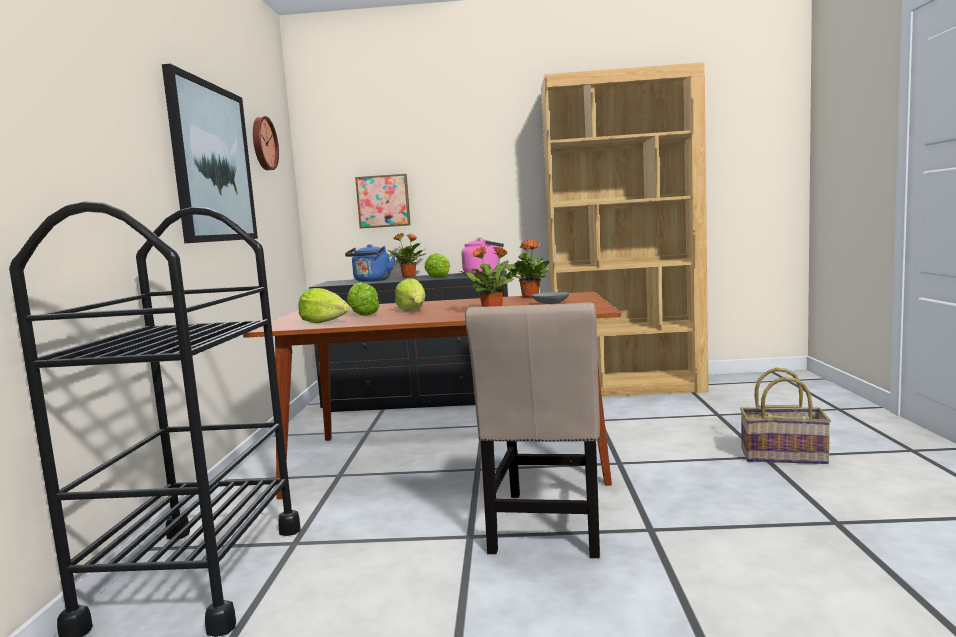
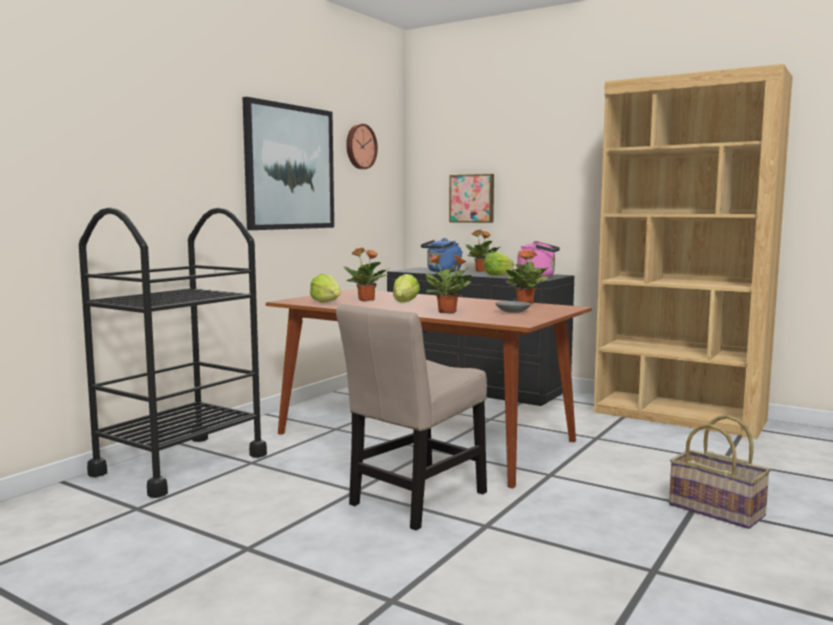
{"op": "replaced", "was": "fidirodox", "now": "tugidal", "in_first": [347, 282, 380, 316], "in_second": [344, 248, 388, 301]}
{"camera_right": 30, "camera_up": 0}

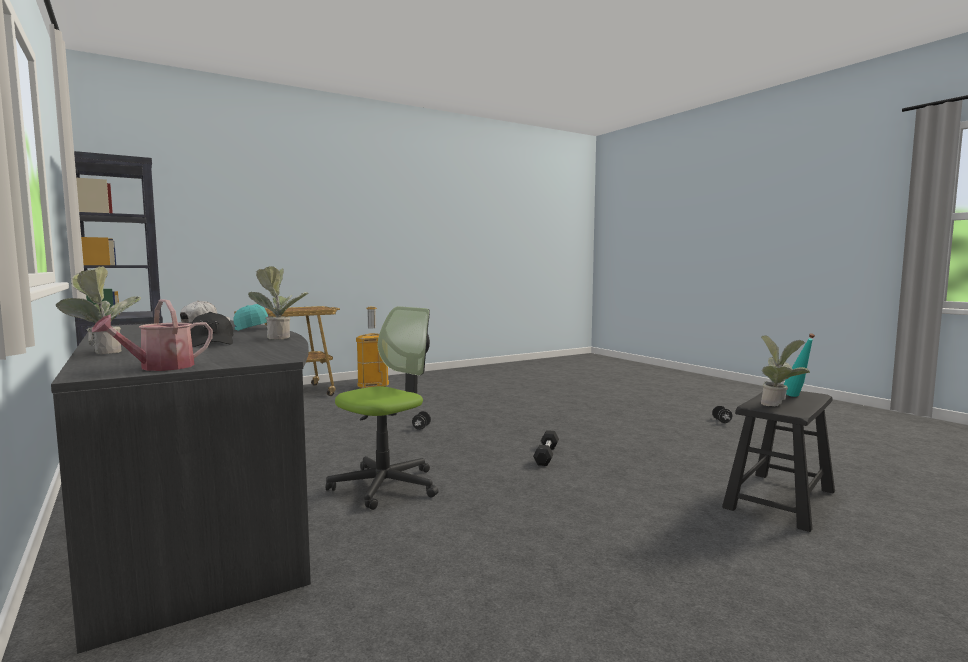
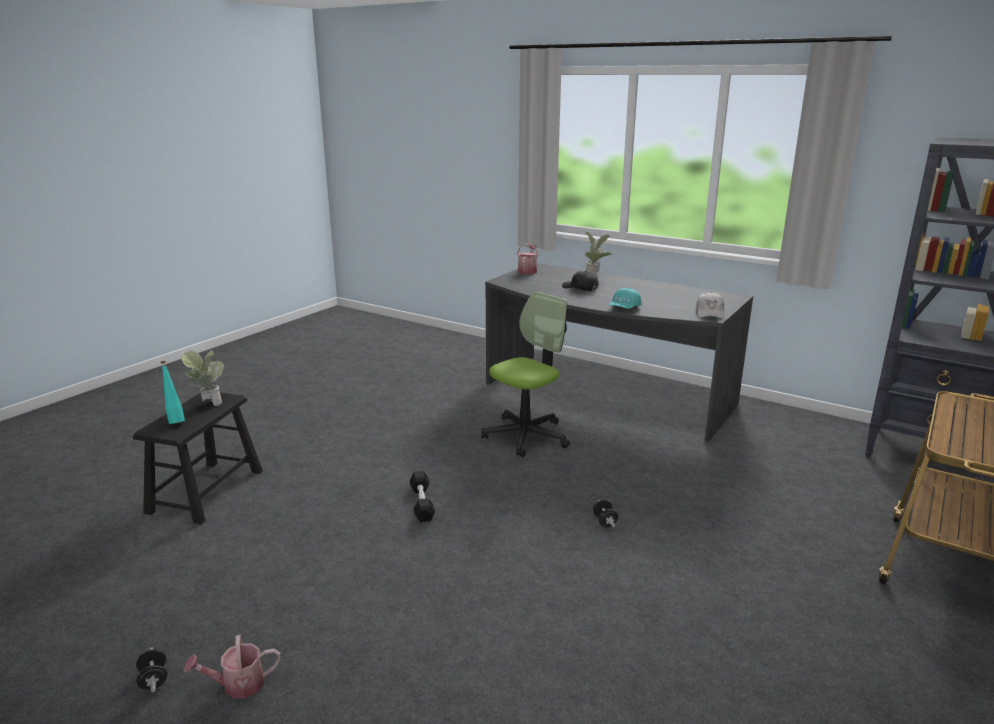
{"op": "removed", "was": "tugidal", "in_first": [248, 266, 308, 340]}
{"op": "removed", "was": "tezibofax", "in_first": [356, 307, 389, 388]}
{"op": "added", "now": "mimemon", "in_second": [184, 635, 281, 698]}
{"op": "turned", "was": "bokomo", "in_first": [326, 306, 439, 510], "in_second": [481, 292, 570, 457], "clockwise": -150}
{"camera_right": 155, "camera_up": 15}

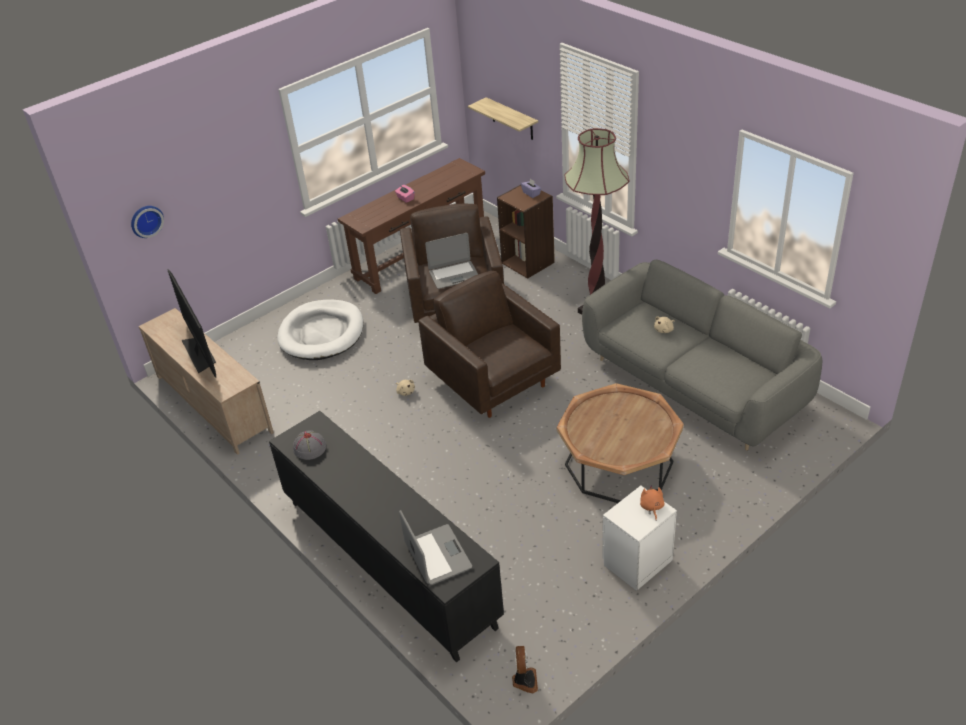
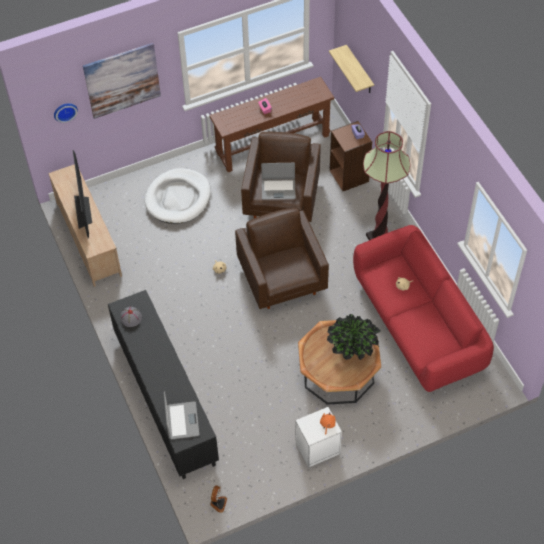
{"op": "added", "now": "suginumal", "in_second": [83, 43, 161, 119]}
{"op": "added", "now": "tugidal", "in_second": [327, 314, 381, 360]}
{"op": "recoloured", "was": "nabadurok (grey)", "now": "nabadurok (red)", "in_first": [582, 260, 822, 450], "in_second": [353, 225, 494, 392]}
{"camera_right": 15, "camera_up": 15}

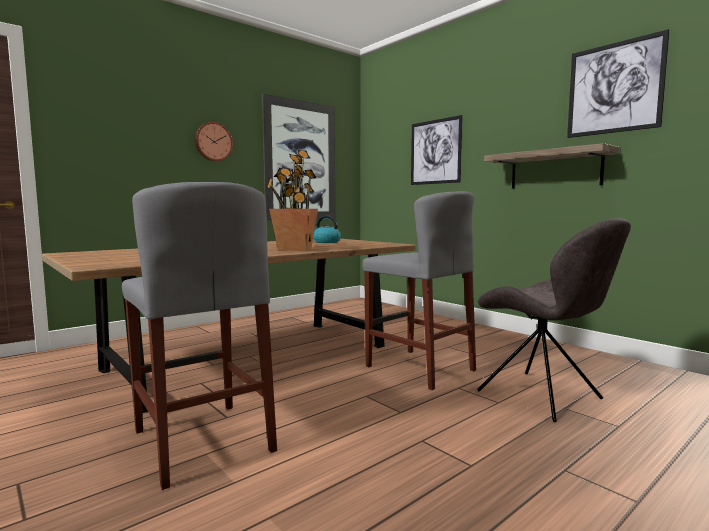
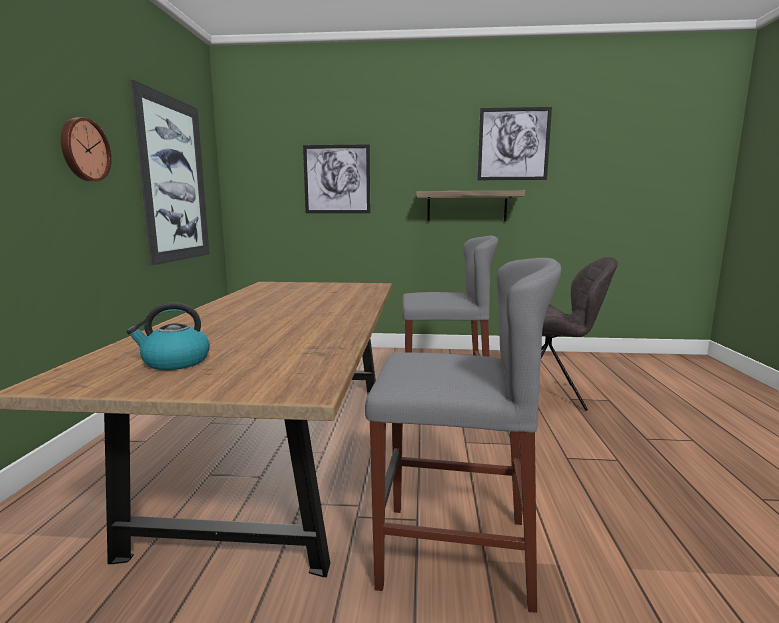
{"op": "removed", "was": "tugidal", "in_first": [267, 150, 318, 251]}
{"op": "moved", "was": "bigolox", "in_first": [313, 216, 341, 243], "in_second": [126, 302, 210, 370]}
{"camera_right": -45, "camera_up": 5}

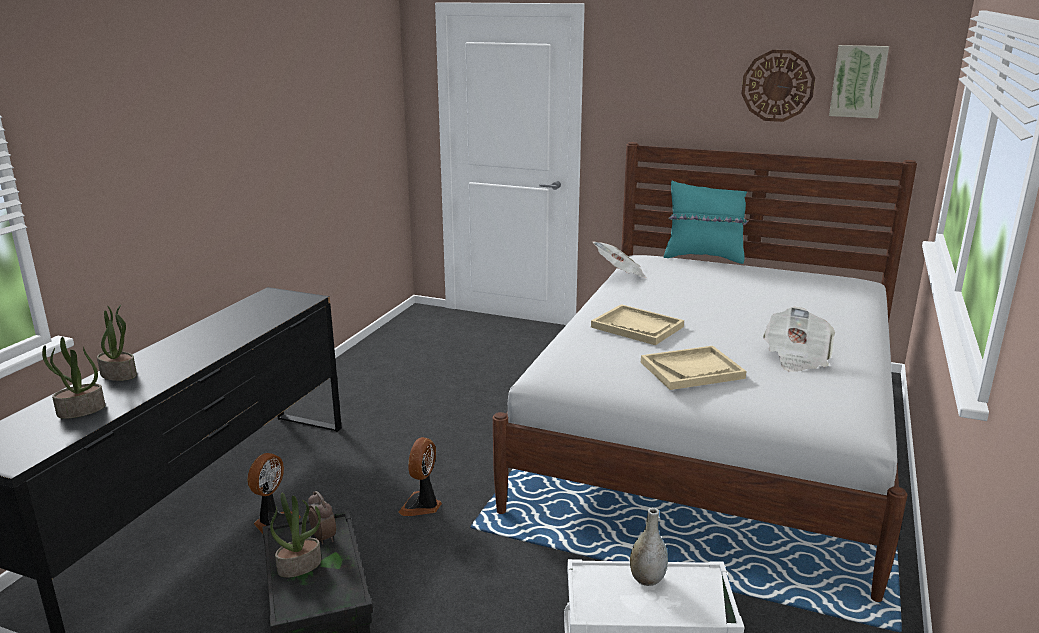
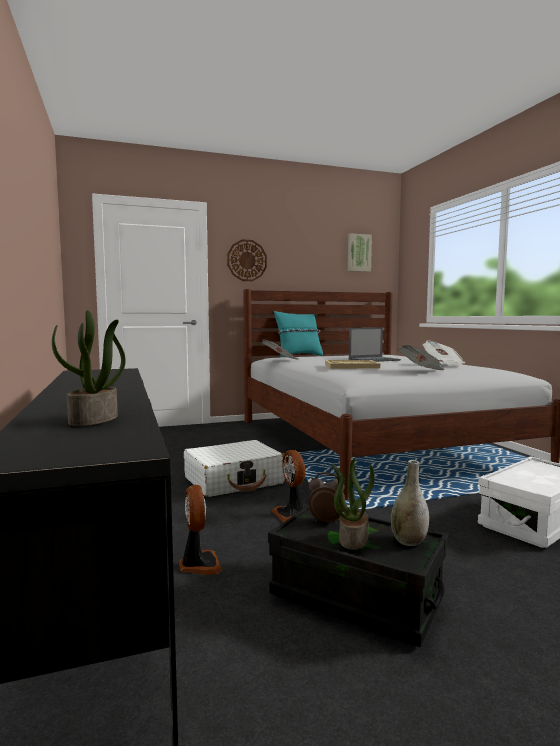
{"op": "removed", "was": "tugidal", "in_first": [97, 305, 137, 381]}
{"op": "added", "now": "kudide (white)", "in_second": [184, 440, 285, 497]}
{"op": "added", "now": "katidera", "in_second": [349, 328, 401, 362]}
{"op": "moved", "was": "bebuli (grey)", "in_first": [630, 508, 668, 586], "in_second": [391, 460, 429, 546]}
{"op": "moved", "was": "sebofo", "in_first": [742, 50, 815, 122], "in_second": [227, 239, 267, 281]}
{"op": "replaced", "was": "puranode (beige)", "now": "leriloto", "in_first": [641, 346, 746, 390], "in_second": [397, 345, 444, 370]}
{"camera_right": -40, "camera_up": -15}

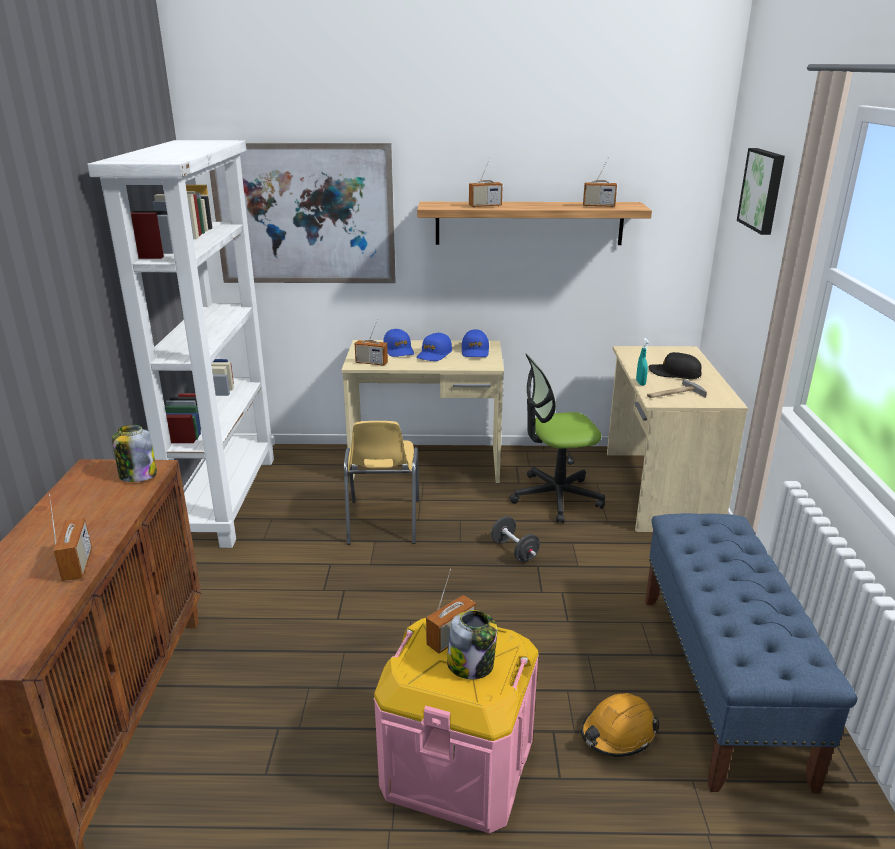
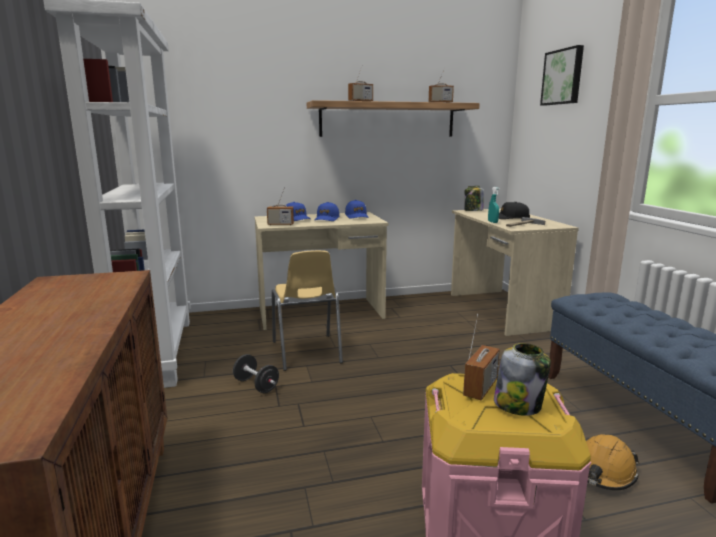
{"op": "removed", "was": "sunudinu", "in_first": [49, 494, 92, 581]}
{"op": "removed", "was": "suginumal", "in_first": [209, 143, 396, 283]}
{"op": "removed", "was": "bokomo", "in_first": [510, 353, 605, 523]}
{"op": "moved", "was": "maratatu", "in_first": [112, 425, 157, 482], "in_second": [464, 186, 484, 211]}
{"op": "moved", "was": "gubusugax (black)", "in_first": [491, 516, 540, 562], "in_second": [233, 354, 279, 393]}
{"camera_right": -15, "camera_up": -10}

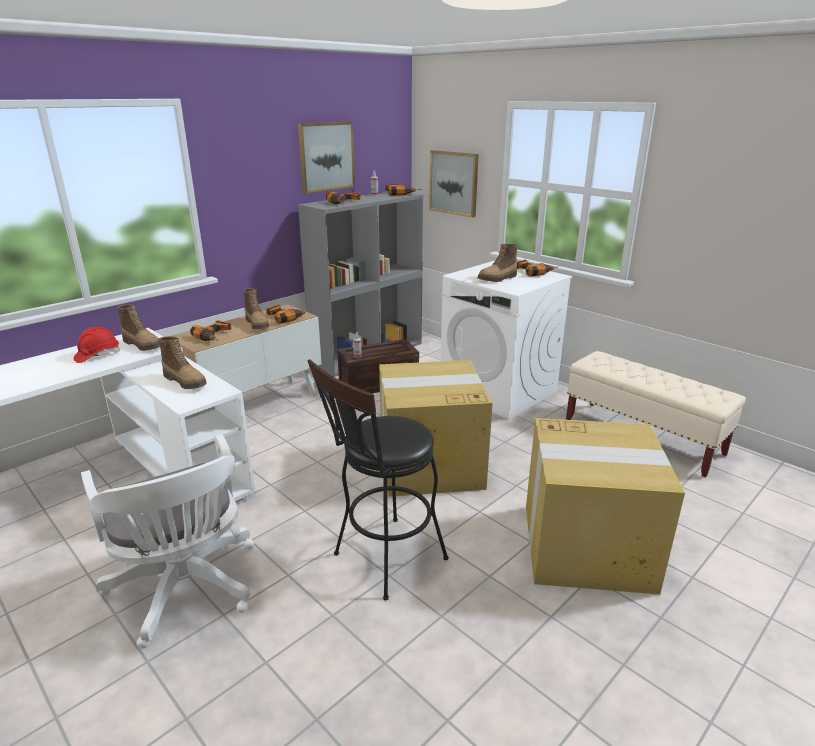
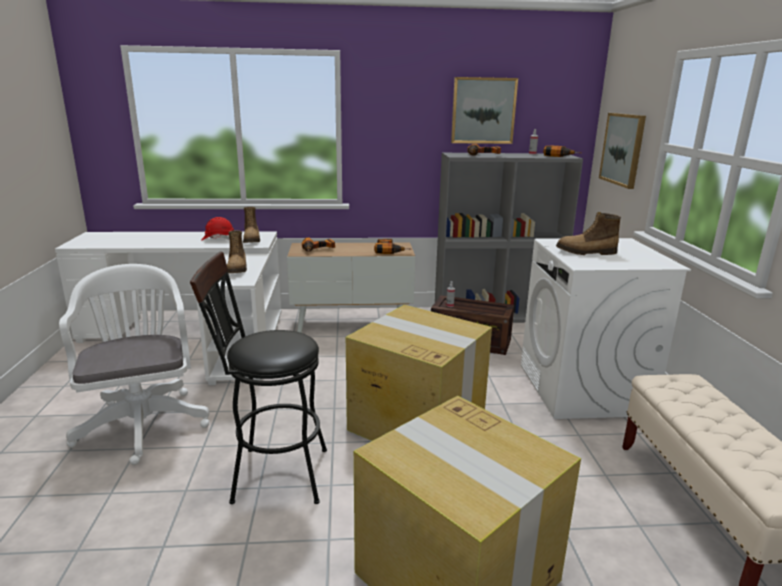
{"op": "removed", "was": "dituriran", "in_first": [243, 288, 269, 329]}
{"op": "removed", "was": "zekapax", "in_first": [517, 260, 559, 277]}
{"op": "turned", "was": "bokomo (white)", "in_first": [81, 434, 254, 649], "in_second": [59, 264, 210, 465], "clockwise": 150}
{"camera_right": 40, "camera_up": -5}

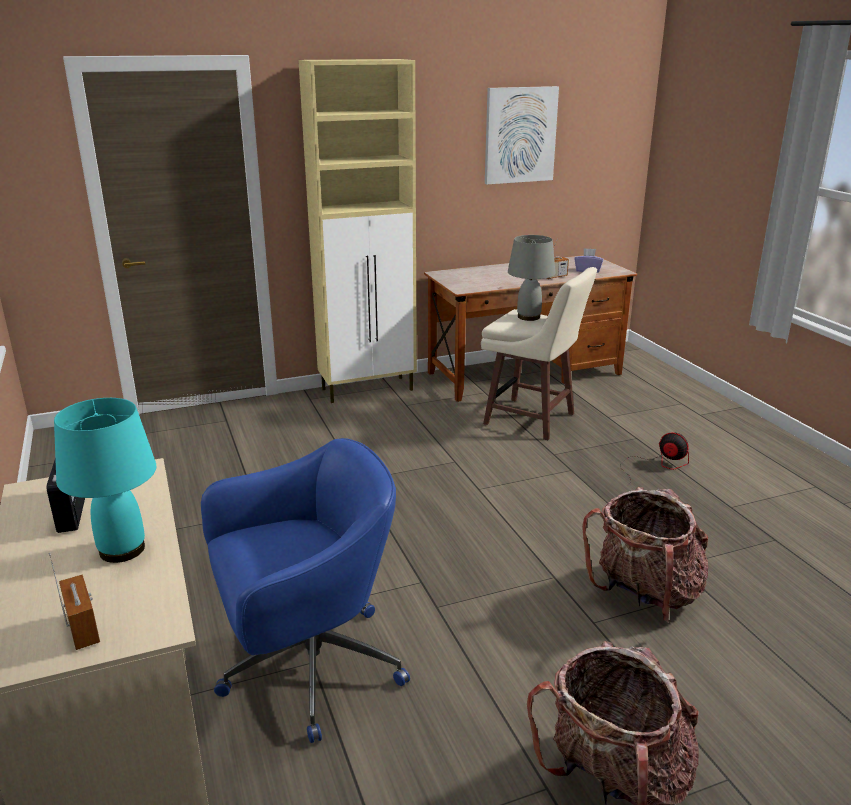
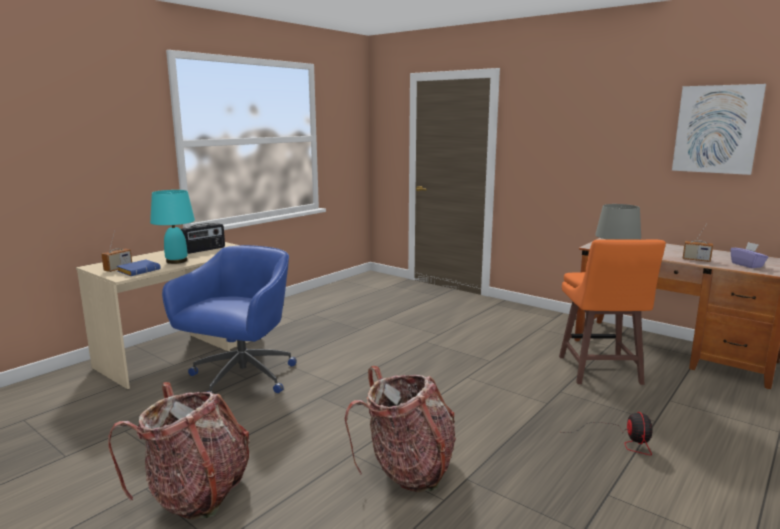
{"op": "removed", "was": "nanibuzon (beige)", "in_first": [298, 59, 417, 403]}
{"op": "added", "now": "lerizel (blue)", "in_second": [117, 260, 161, 276]}
{"op": "recoloured", "was": "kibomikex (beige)", "now": "kibomikex (orange)", "in_first": [481, 267, 597, 440], "in_second": [559, 239, 666, 385]}
{"op": "turned", "was": "bokomo (blue)", "in_first": [201, 438, 410, 743], "in_second": [162, 245, 297, 393], "clockwise": -105}
{"camera_right": 60, "camera_up": -10}

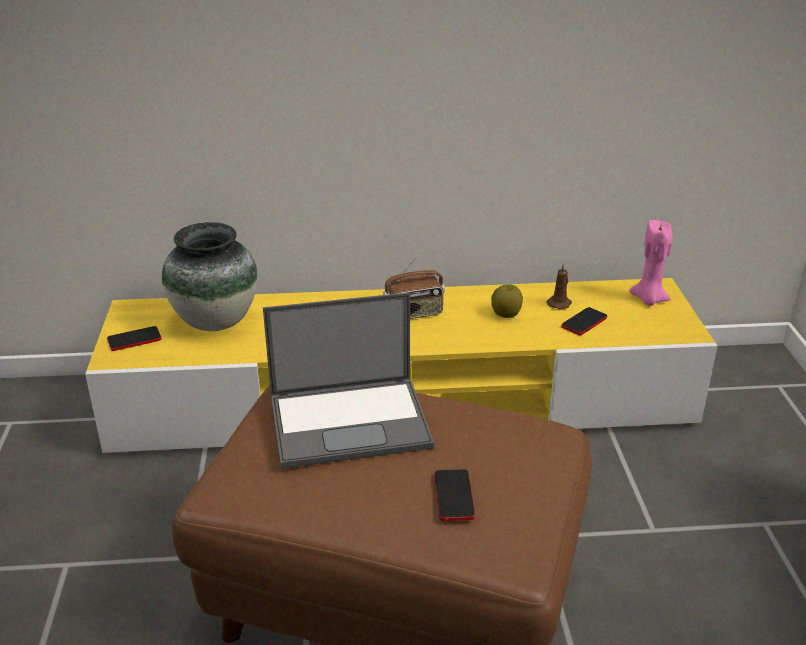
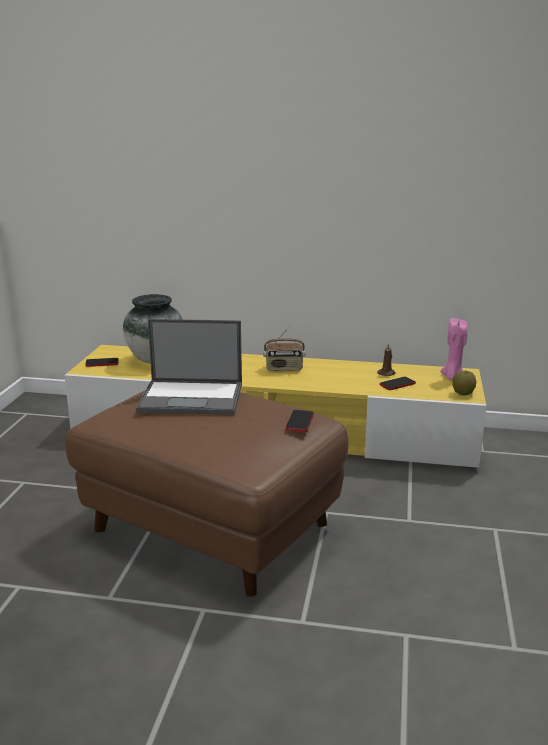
{"op": "moved", "was": "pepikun", "in_first": [435, 469, 475, 521], "in_second": [286, 410, 314, 432]}
{"op": "moved", "was": "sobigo", "in_first": [491, 284, 523, 318], "in_second": [452, 371, 477, 395]}
{"camera_right": 15, "camera_up": -10}

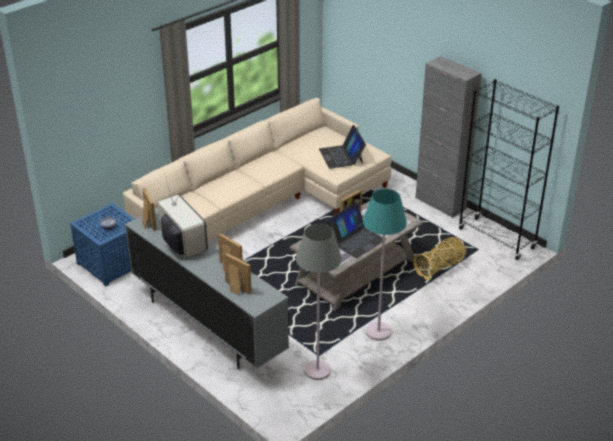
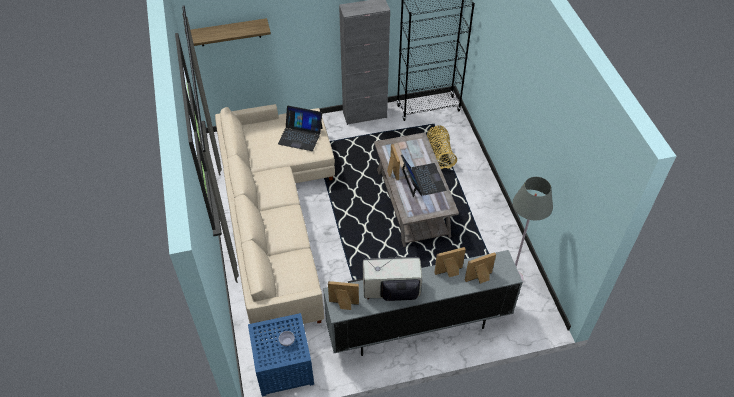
{"op": "removed", "was": "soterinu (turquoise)", "in_first": [363, 189, 407, 341]}
{"op": "added", "now": "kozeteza", "in_second": [190, 18, 271, 46]}
{"camera_right": -60, "camera_up": 15}

